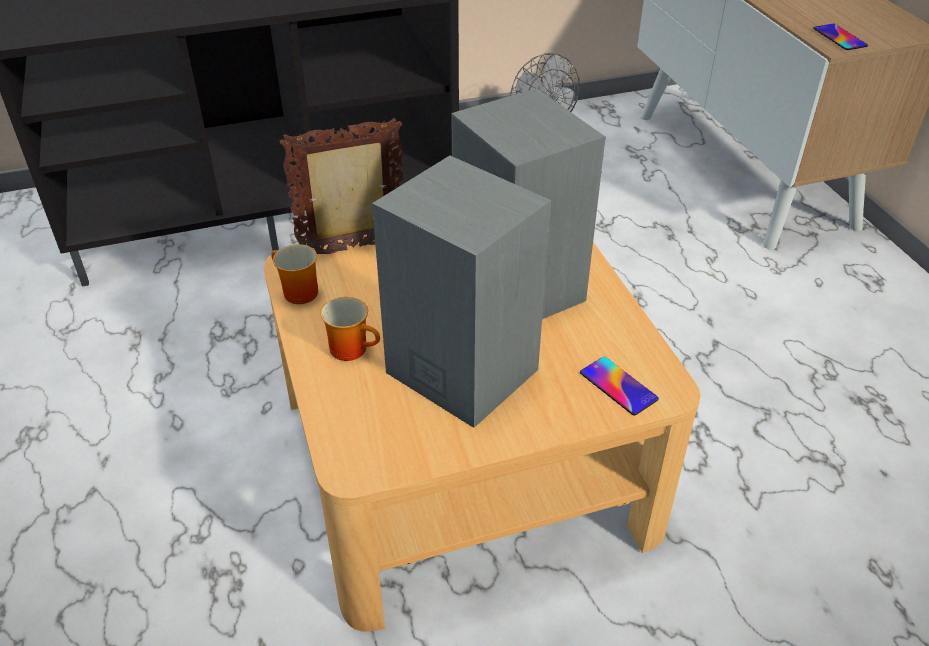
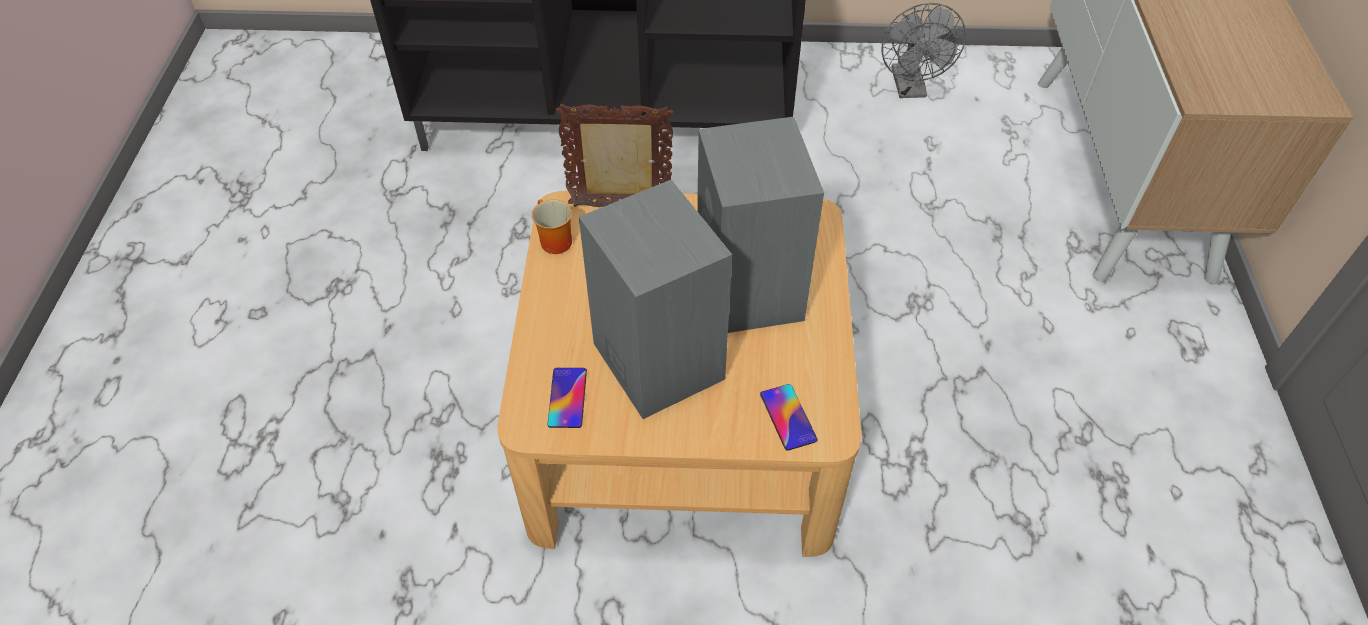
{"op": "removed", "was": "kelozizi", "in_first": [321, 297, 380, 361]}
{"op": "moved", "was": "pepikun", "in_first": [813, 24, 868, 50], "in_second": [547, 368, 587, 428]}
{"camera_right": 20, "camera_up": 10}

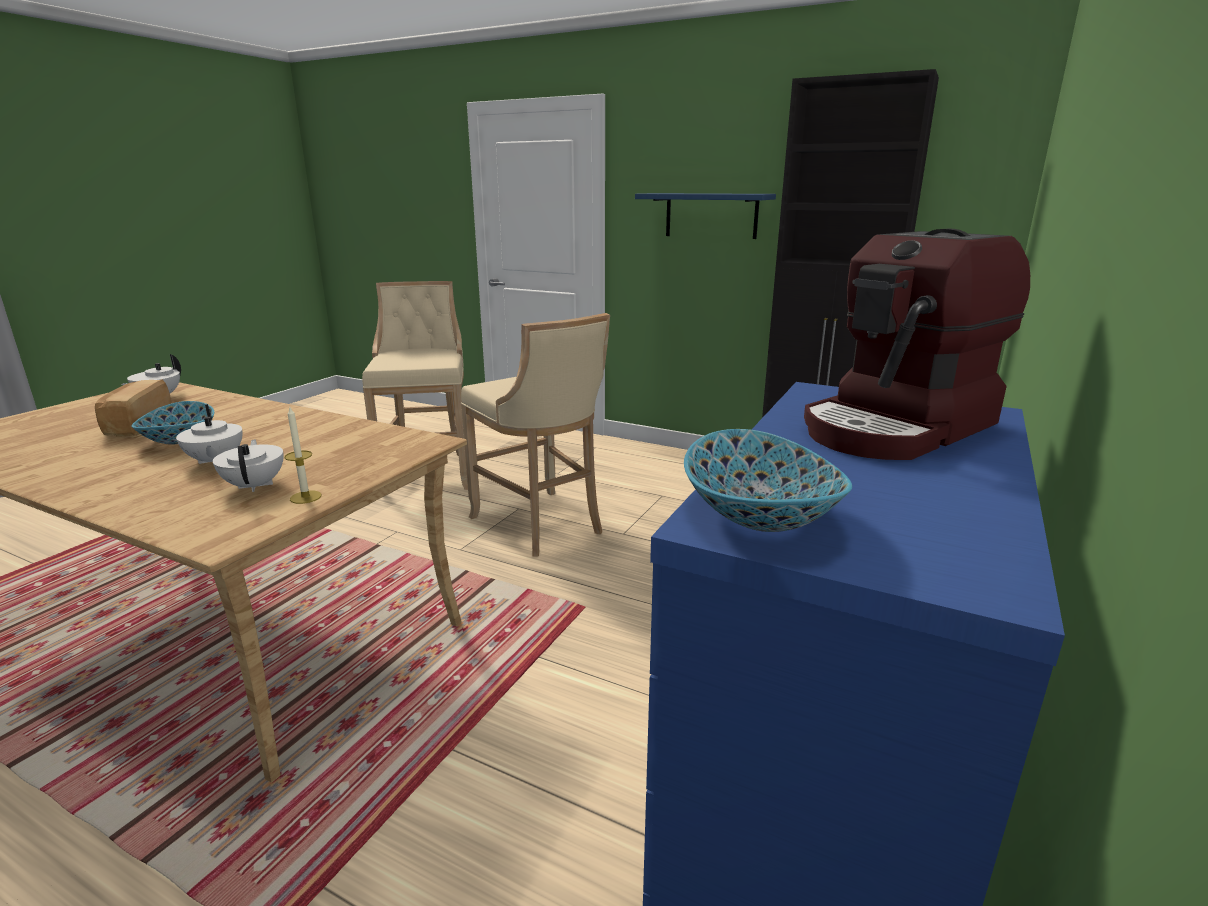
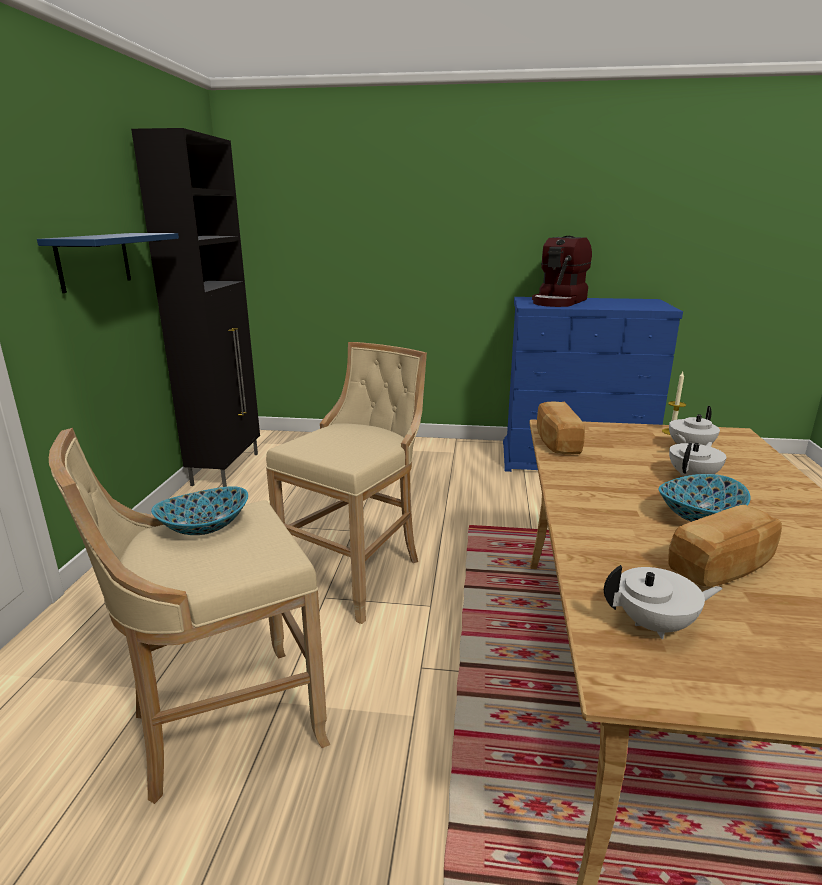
{"op": "added", "now": "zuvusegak", "in_second": [537, 401, 585, 455]}
{"op": "moved", "was": "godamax", "in_first": [684, 429, 852, 532], "in_second": [151, 486, 248, 535]}
{"op": "turned", "was": "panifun", "in_first": [804, 228, 1030, 460], "in_second": [532, 236, 592, 307], "clockwise": 90}
{"camera_right": -110, "camera_up": 0}

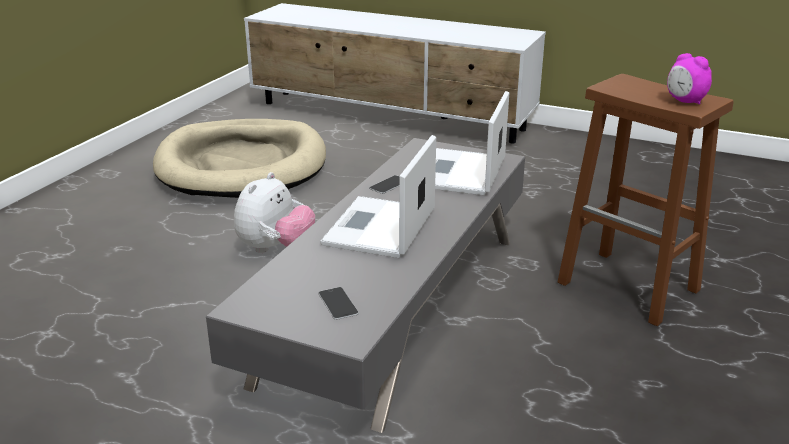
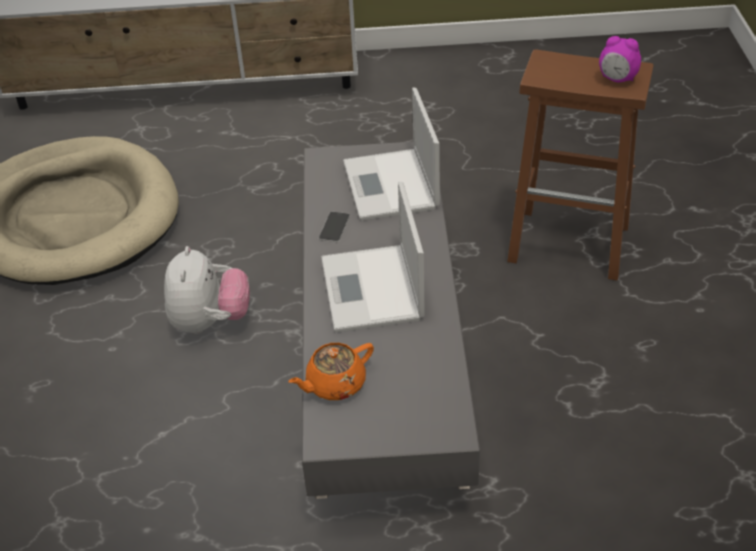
{"op": "removed", "was": "pepikun", "in_first": [318, 287, 359, 320]}
{"op": "added", "now": "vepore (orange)", "in_second": [288, 343, 374, 400]}
{"camera_right": -25, "camera_up": 15}

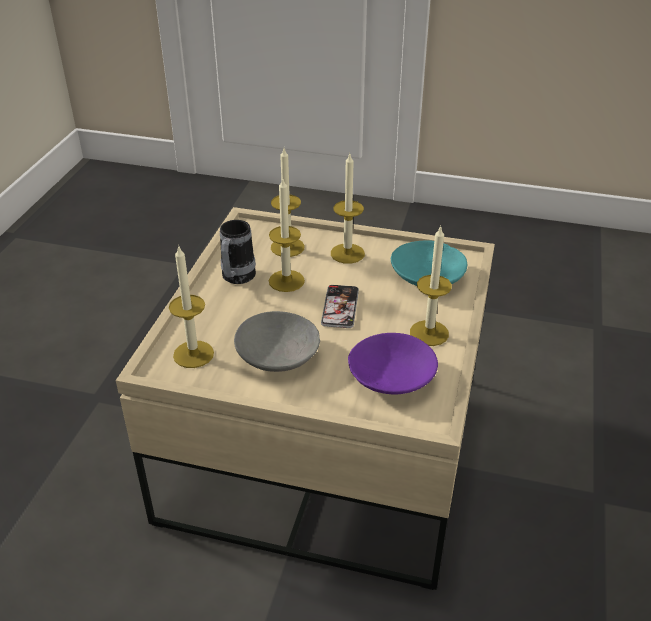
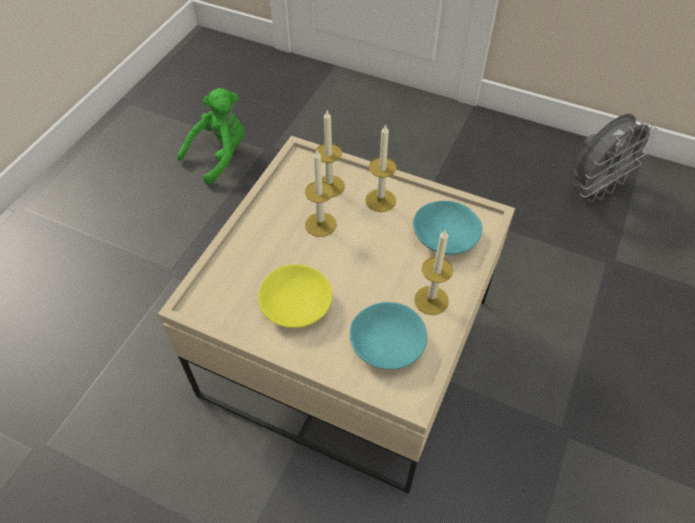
{"op": "removed", "was": "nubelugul", "in_first": [169, 245, 214, 368]}
{"op": "removed", "was": "kelozizi", "in_first": [220, 220, 256, 284]}
{"op": "removed", "was": "pepikun", "in_first": [321, 285, 359, 328]}
{"op": "added", "now": "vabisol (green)", "in_second": [177, 88, 244, 185]}
{"op": "added", "now": "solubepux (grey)", "in_second": [571, 114, 658, 202]}
{"op": "recoloured", "was": "godamax (grey)", "now": "godamax (yellow)", "in_first": [234, 311, 320, 372], "in_second": [258, 264, 332, 328]}
{"op": "recoloured", "was": "godamax (purple)", "now": "godamax (turquoise)", "in_first": [348, 333, 438, 395], "in_second": [350, 302, 427, 369]}
{"camera_right": 10, "camera_up": 15}

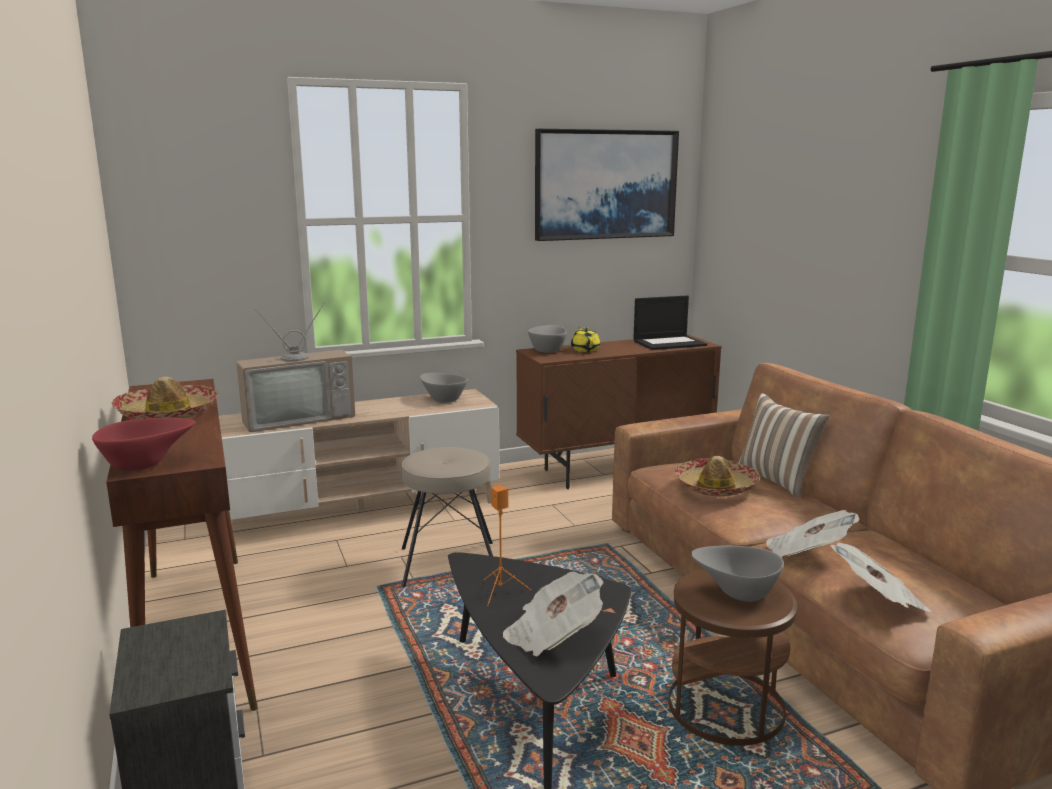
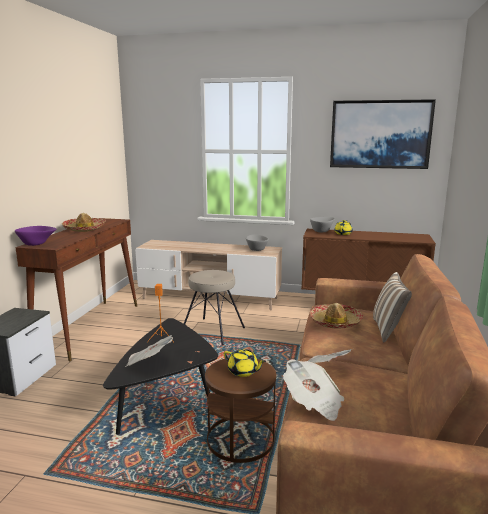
{"op": "removed", "was": "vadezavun", "in_first": [236, 303, 355, 432]}
{"op": "removed", "was": "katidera", "in_first": [633, 295, 707, 350]}
{"op": "replaced", "was": "godamax (grey)", "now": "vepore (yellow)", "in_first": [691, 546, 784, 602], "in_second": [224, 349, 266, 377]}
{"op": "recoloured", "was": "godamax (red)", "now": "godamax (purple)", "in_first": [92, 418, 196, 471], "in_second": [15, 226, 56, 246]}
{"camera_right": 35, "camera_up": 0}

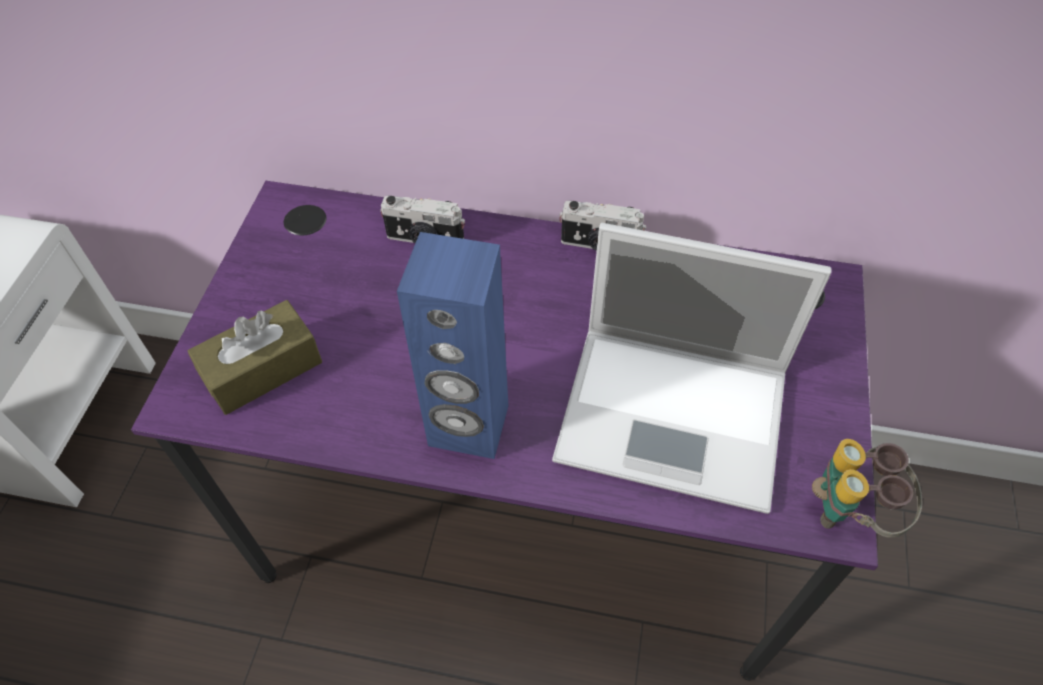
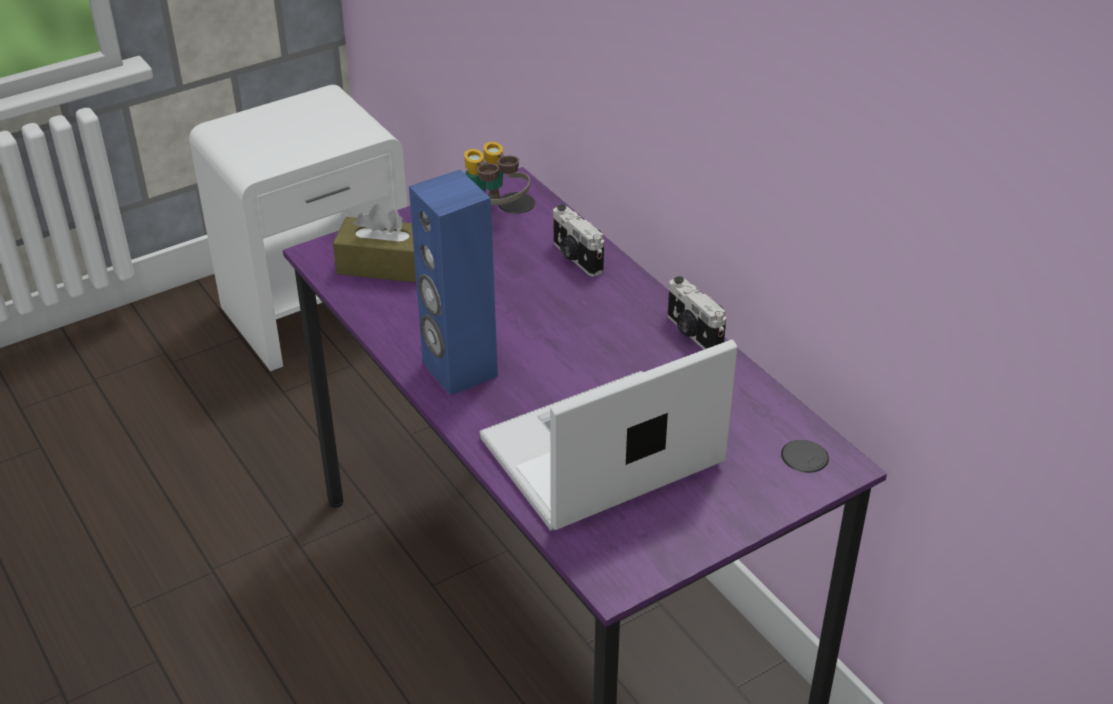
{"op": "moved", "was": "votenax", "in_first": [812, 439, 922, 538], "in_second": [464, 142, 530, 205]}
{"op": "turned", "was": "katidera", "in_first": [552, 223, 831, 514], "in_second": [480, 340, 737, 531], "clockwise": 90}
{"camera_right": 45, "camera_up": -15}

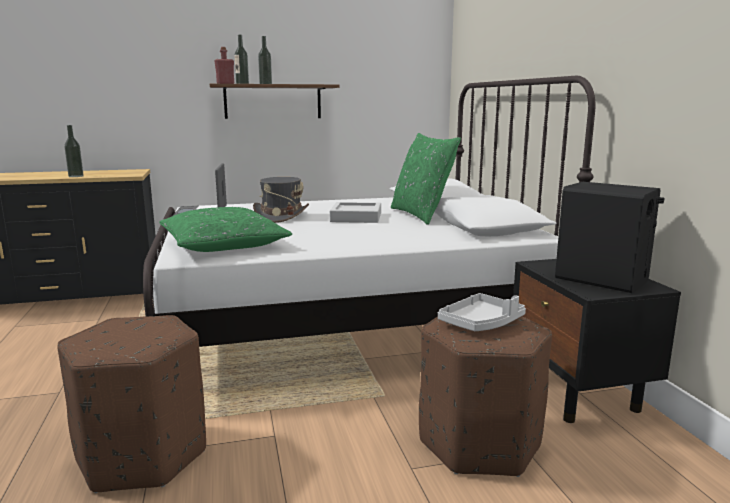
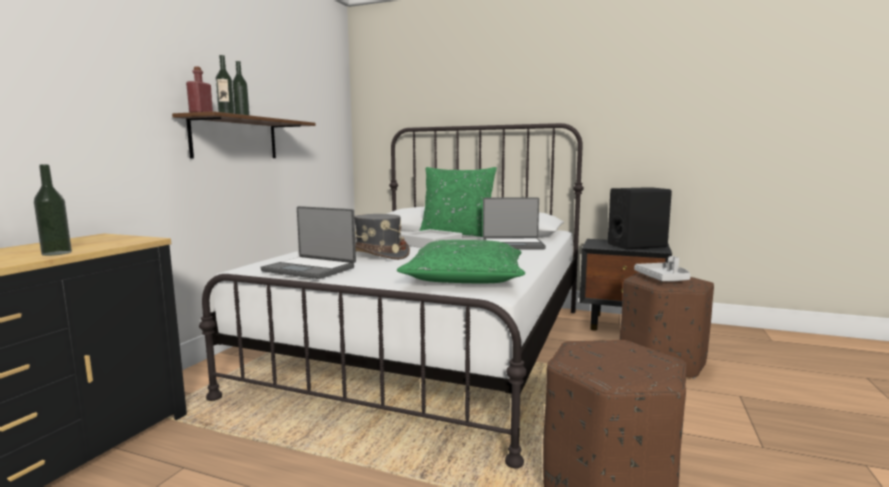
{"op": "added", "now": "katidera", "in_second": [483, 197, 546, 249]}
{"camera_right": -55, "camera_up": -5}

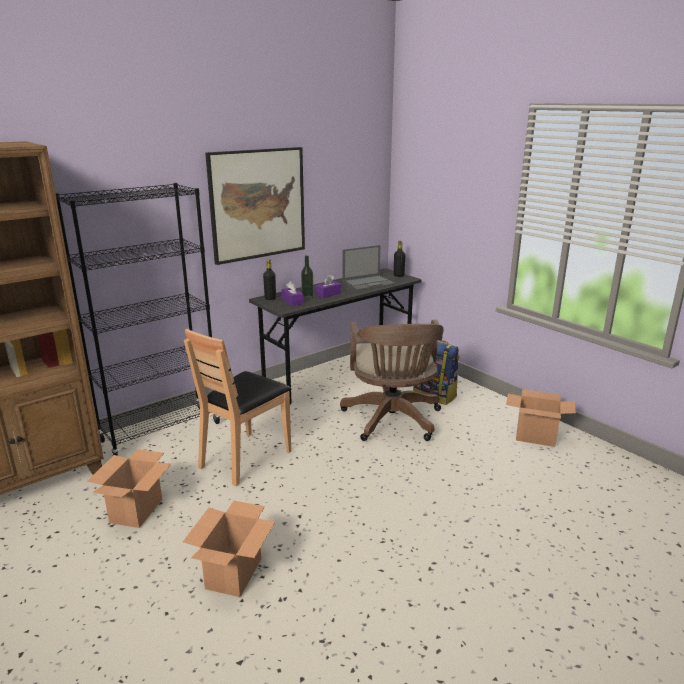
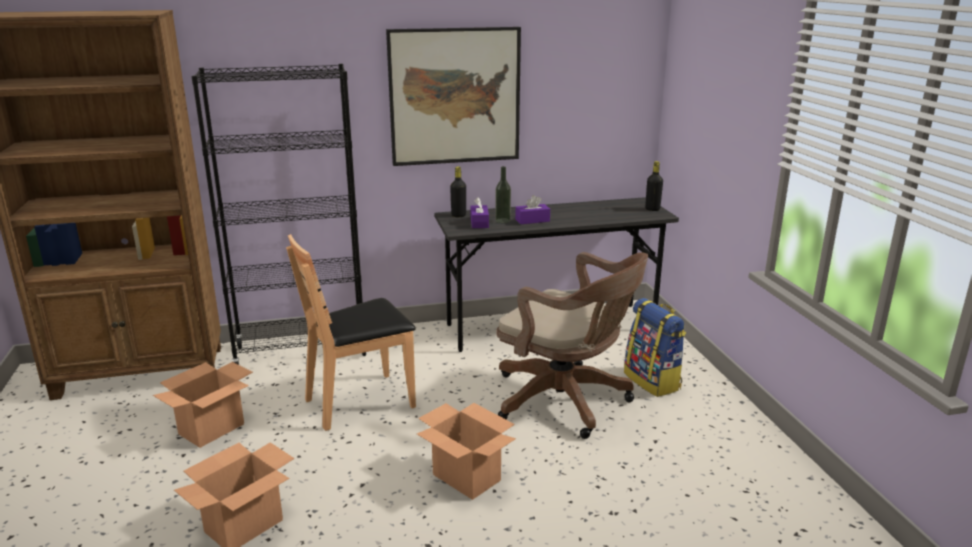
{"op": "removed", "was": "katidera", "in_first": [343, 245, 396, 290]}
{"op": "moved", "was": "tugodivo", "in_first": [506, 389, 576, 447], "in_second": [417, 403, 516, 500]}
{"op": "turned", "was": "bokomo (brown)", "in_first": [340, 320, 444, 441], "in_second": [496, 252, 648, 439], "clockwise": -75}
{"camera_right": 25, "camera_up": 0}

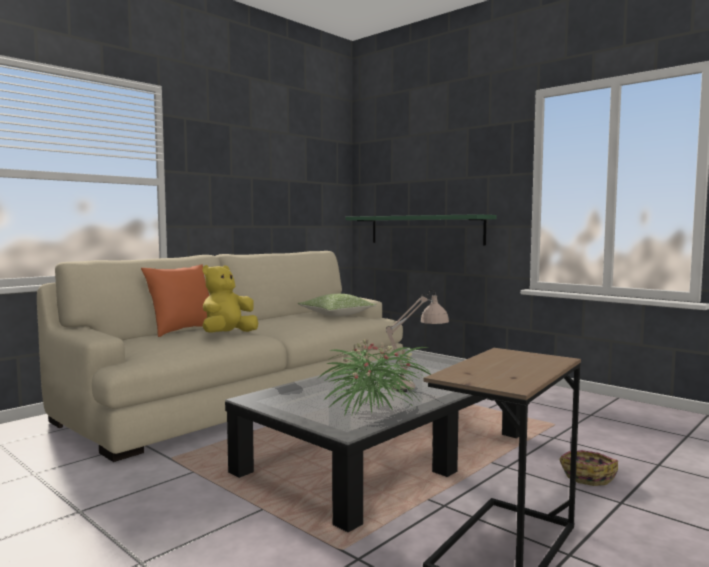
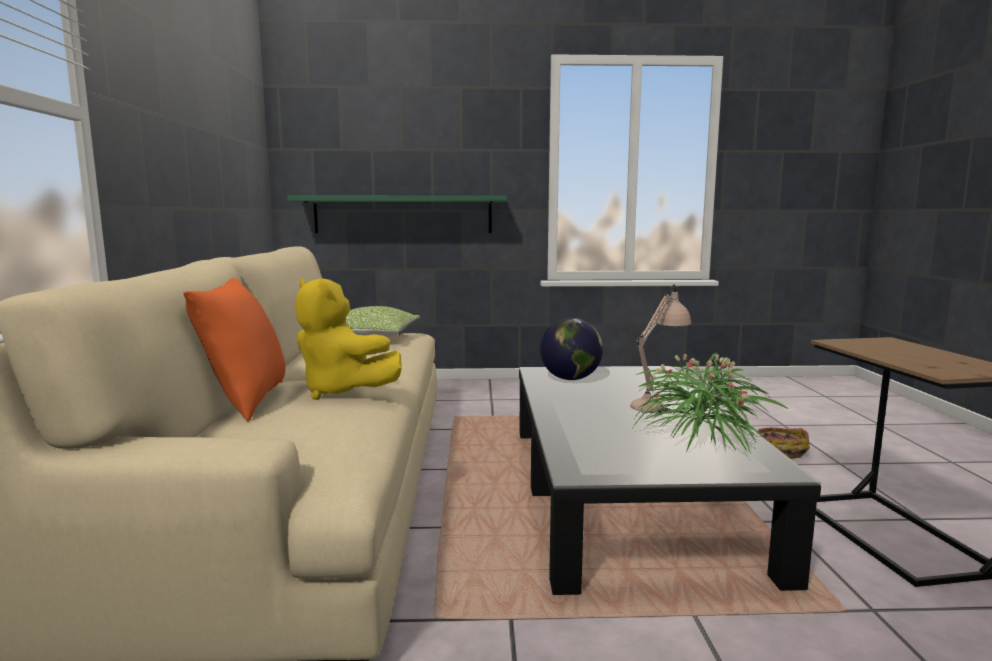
{"op": "added", "now": "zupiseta", "in_second": [540, 318, 603, 380]}
{"op": "turned", "was": "vabisol (yellow)", "in_first": [202, 265, 258, 333], "in_second": [295, 278, 402, 400], "clockwise": -45}
{"camera_right": -45, "camera_up": 5}

